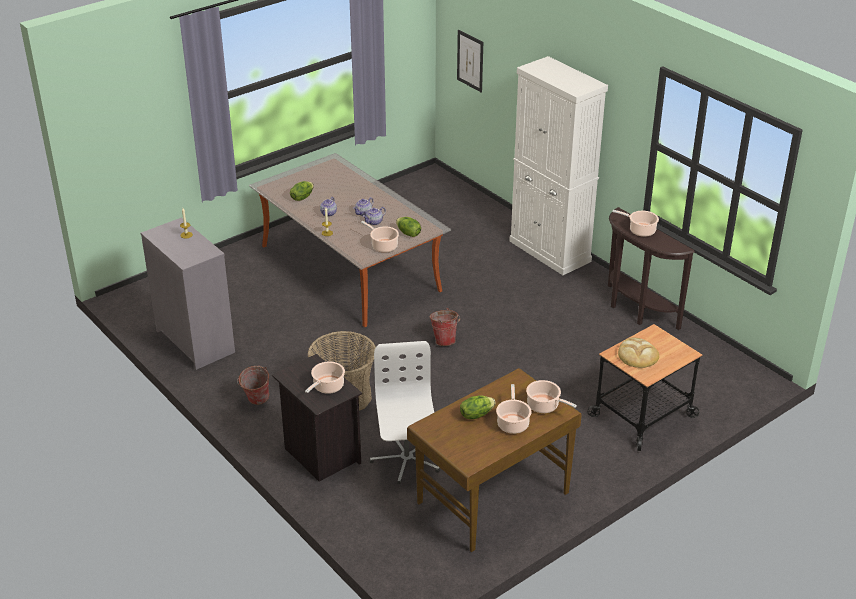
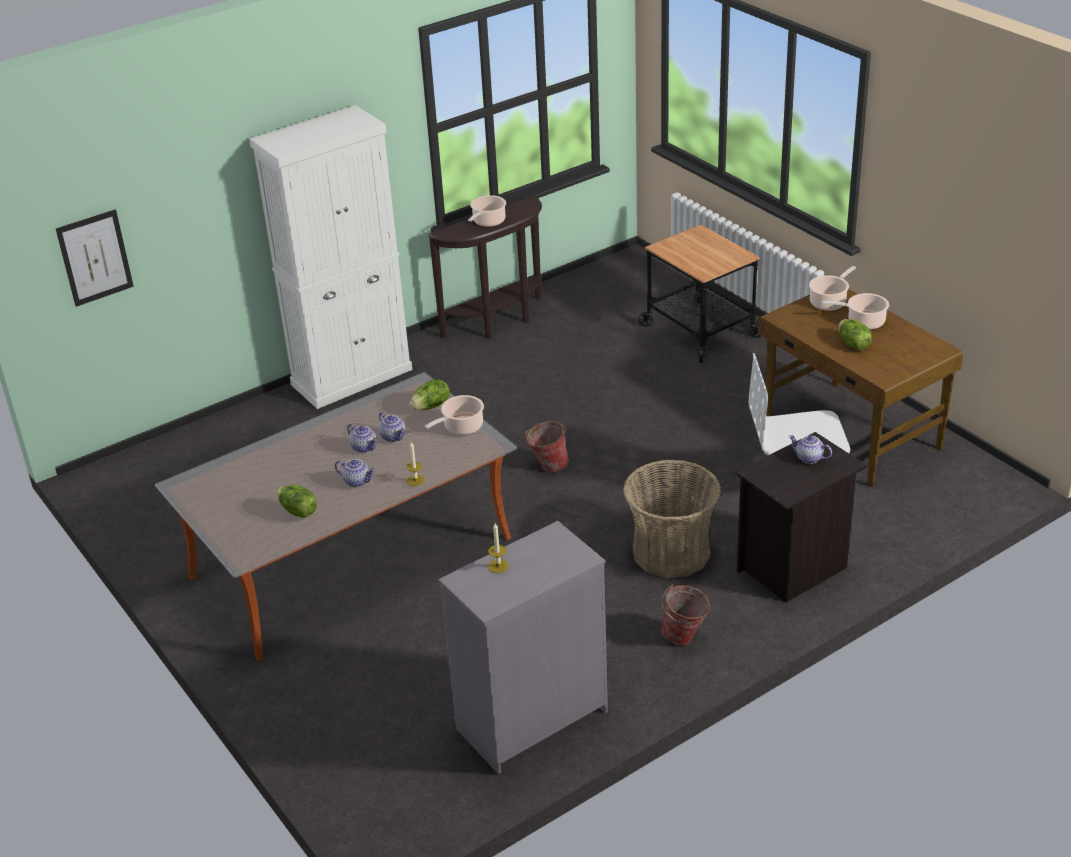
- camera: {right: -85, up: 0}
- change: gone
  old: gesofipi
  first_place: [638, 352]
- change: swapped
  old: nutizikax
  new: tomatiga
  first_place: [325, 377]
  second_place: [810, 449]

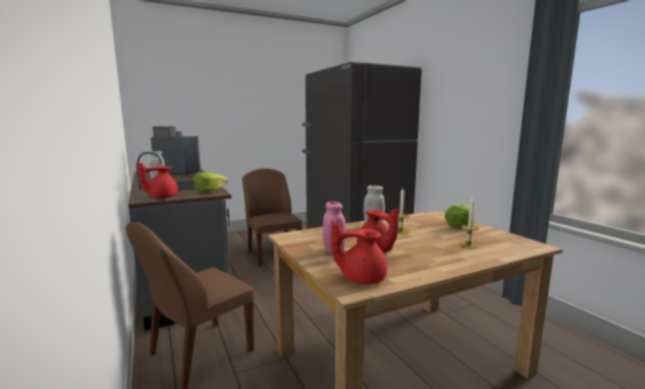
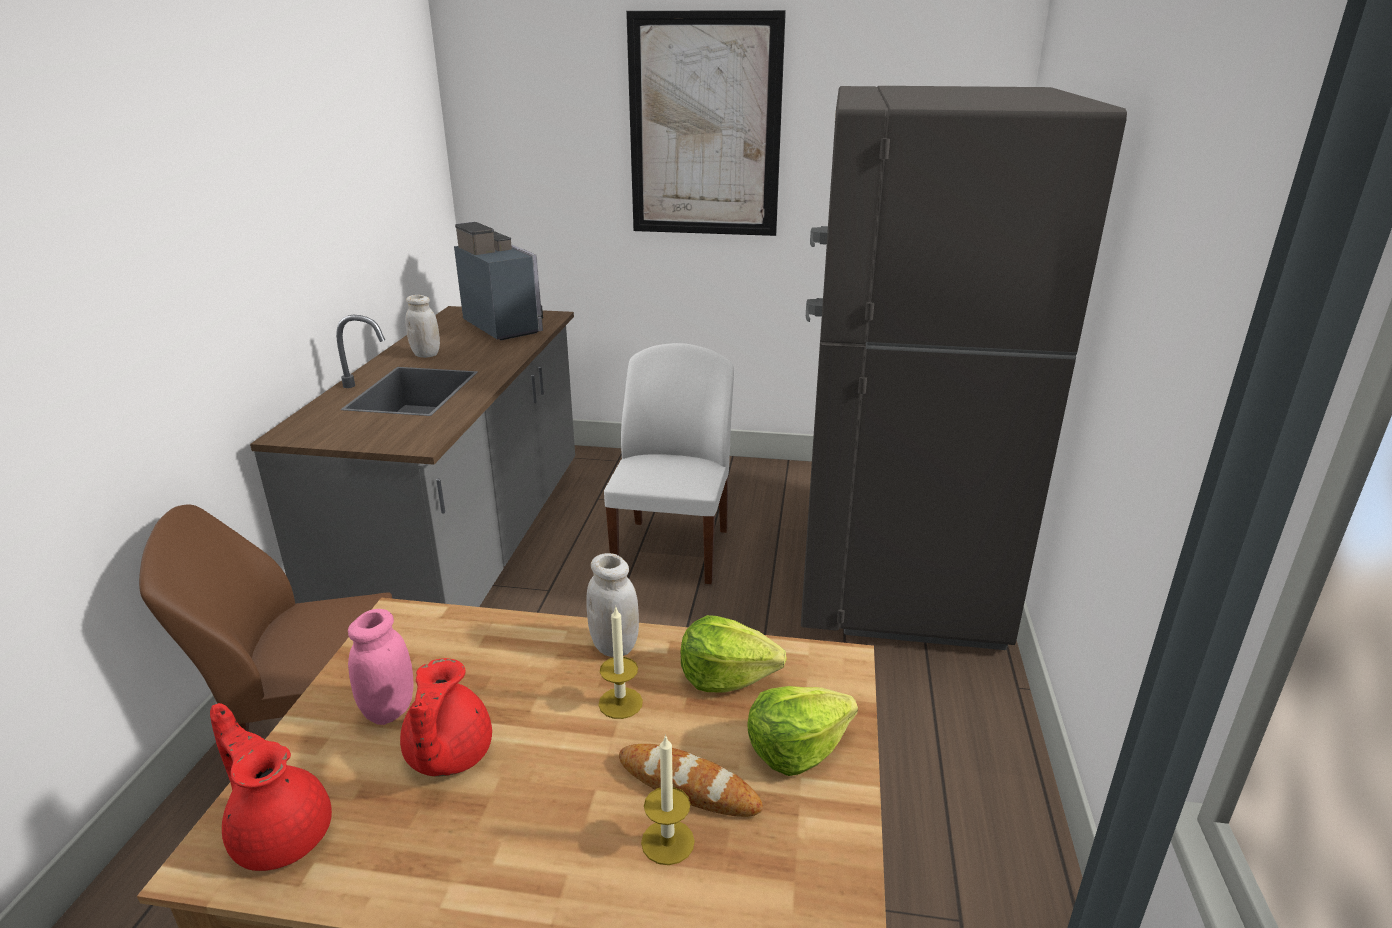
- camera: {right: 35, up: 15}
- change: gone
  old: red tomatiga
  first_place: [158, 180]
- change: repainted
  old: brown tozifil
  new: white tozifil
  first_place: [272, 217]
  second_place: [669, 463]
- change: shifted
  old: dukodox
  first_place: [210, 182]
  second_place: [734, 653]
- change: new
  new: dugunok
  second_place: [706, 123]
- change: new
  new: gesofipi
  second_place: [691, 780]

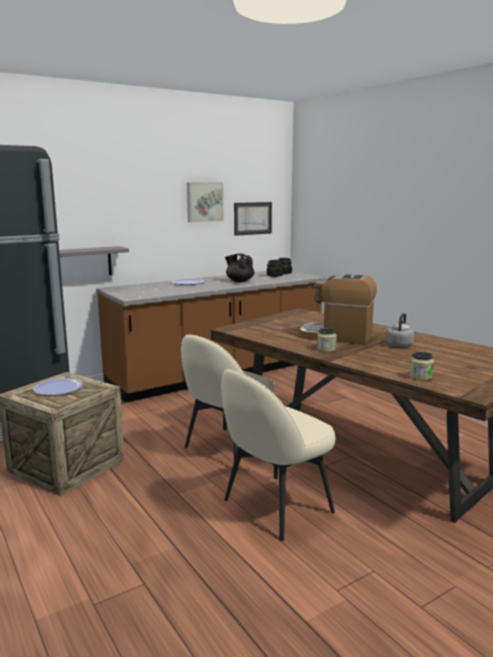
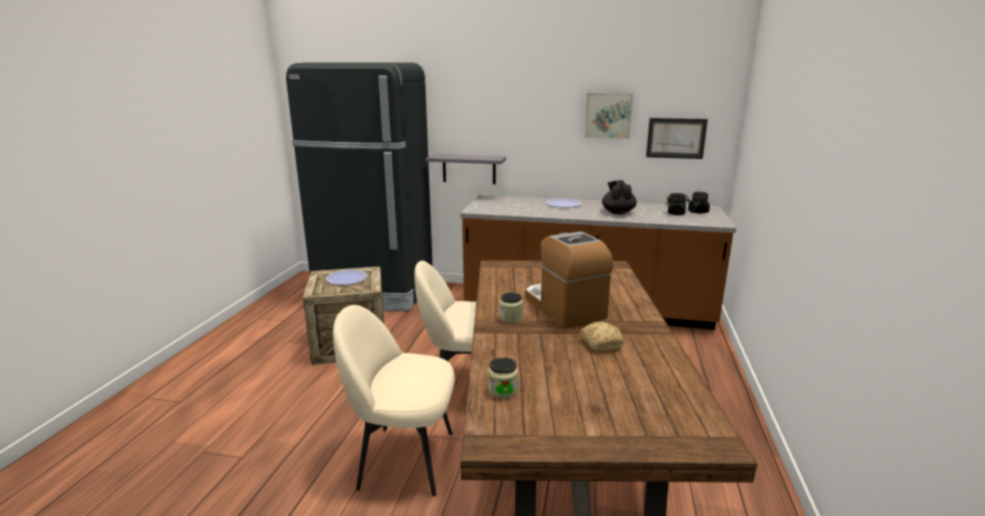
- camera: {right: 45, up: 5}
- change: swapped
  old: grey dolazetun
  new: gesofipi
  first_place: [400, 330]
  second_place: [602, 337]

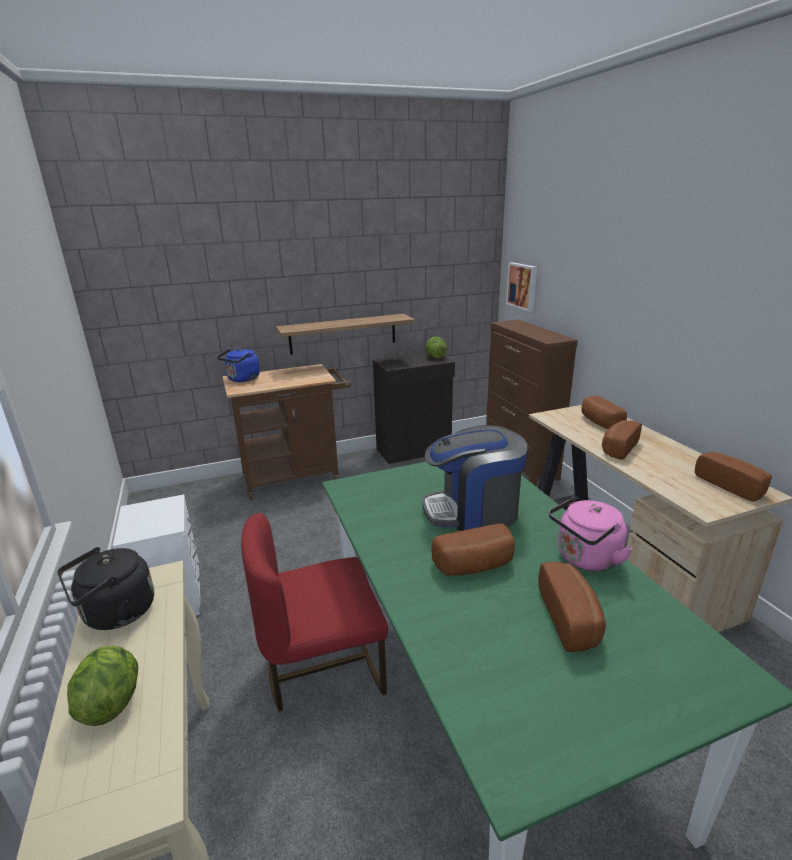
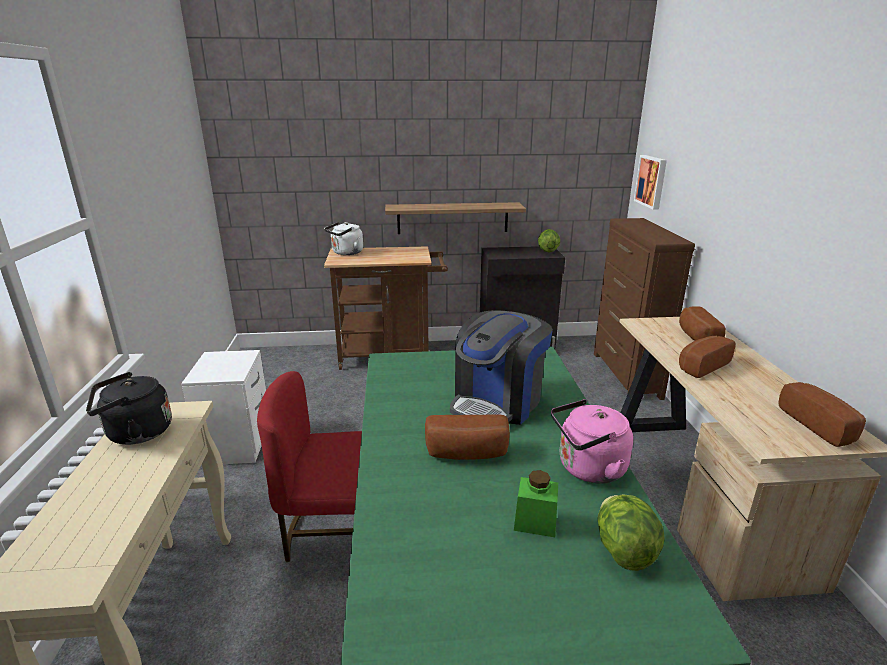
- camera: {right: 15, up: 0}
- change: repainted
  old: blue dolazetun
  new: white dolazetun
  first_place: [238, 365]
  second_place: [343, 238]
- change: rotated
  old: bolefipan
  first_place: [474, 478]
  second_place: [501, 367]
  degrees: -60
- change: swapped
  old: gesofipi
  new: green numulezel
  first_place: [572, 607]
  second_place: [536, 503]
- change: shifted
  old: dukodox
  first_place: [102, 685]
  second_place: [631, 532]

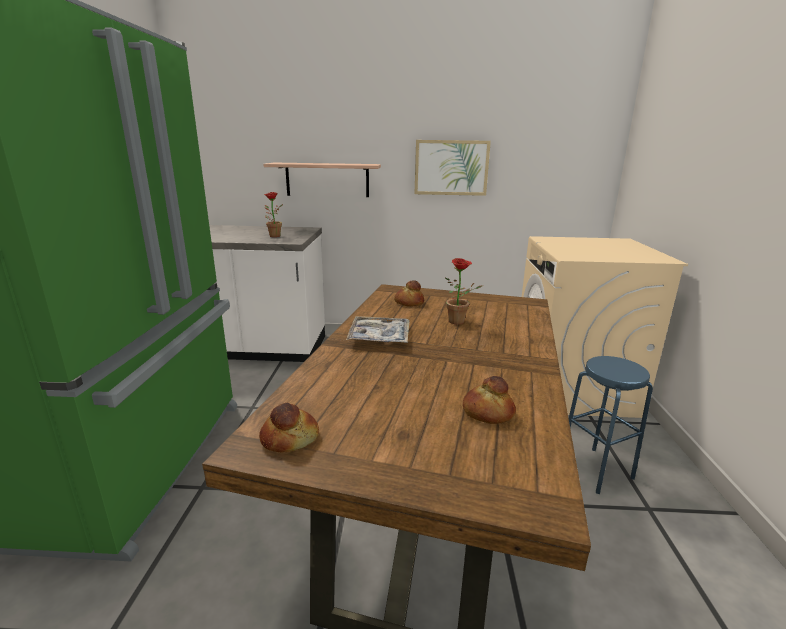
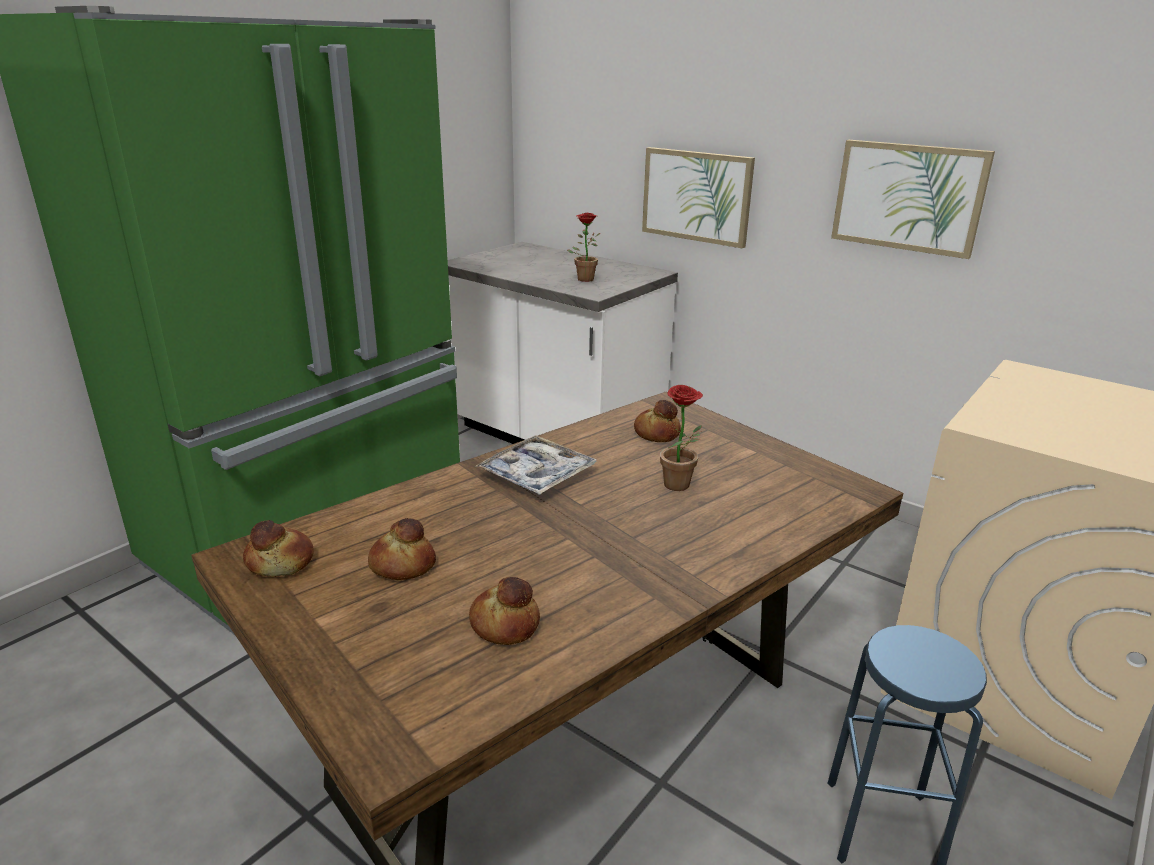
- camera: {right: 35, up: 5}
- change: swapped
  old: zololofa
  new: dugunok
  first_place: [322, 180]
  second_place: [698, 197]
- change: new
  new: gesofipi
  second_place: [402, 549]

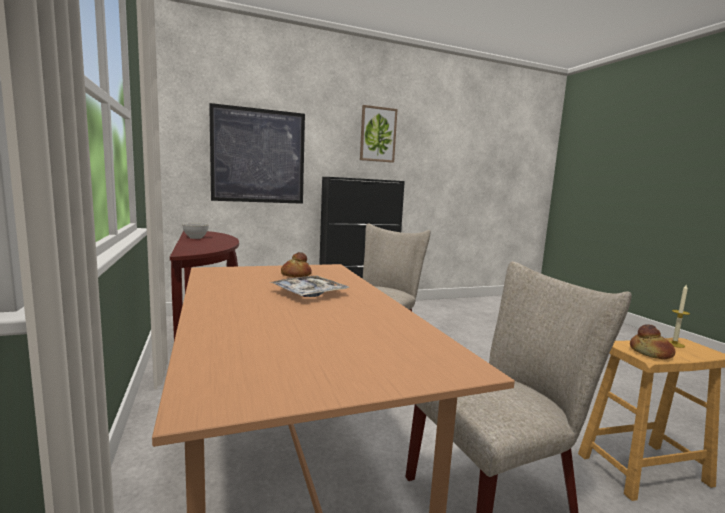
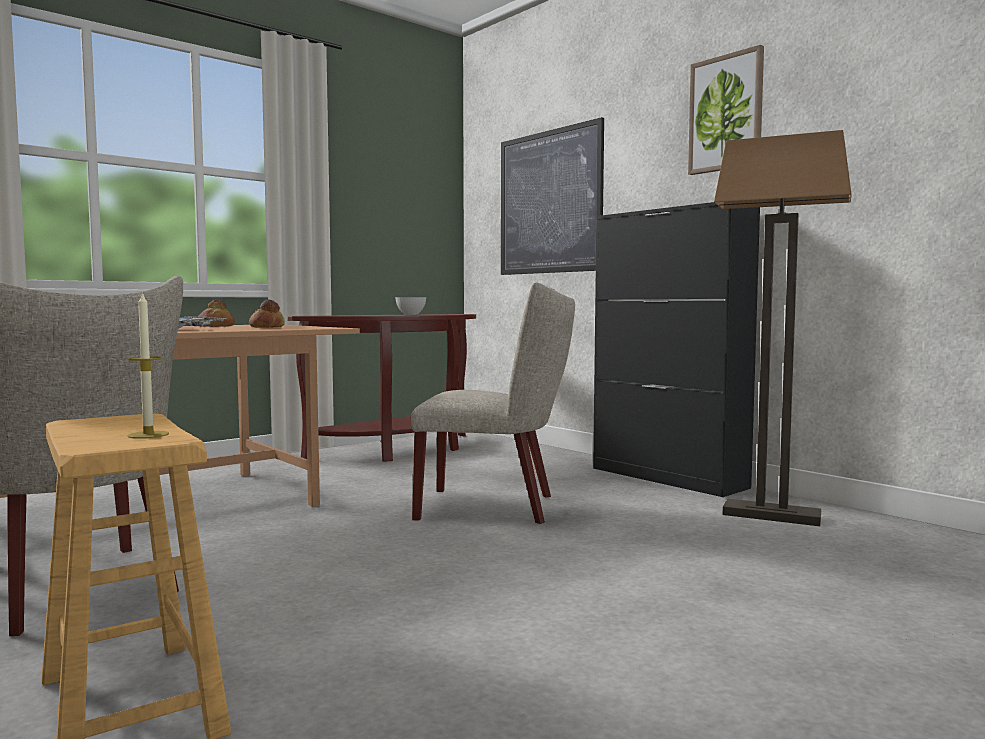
- camera: {right: 70, up: -5}
- change: shifted
  old: gesofipi
  first_place: [652, 341]
  second_place: [217, 313]
- change: new
  new: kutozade
  second_place: [783, 328]

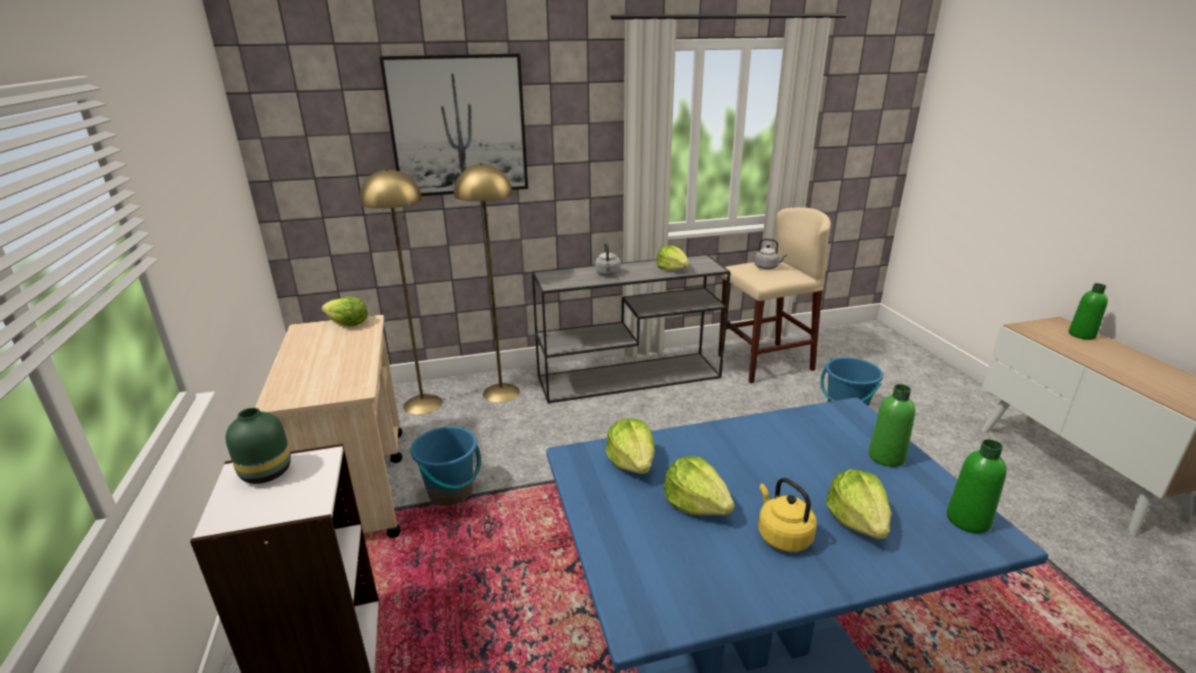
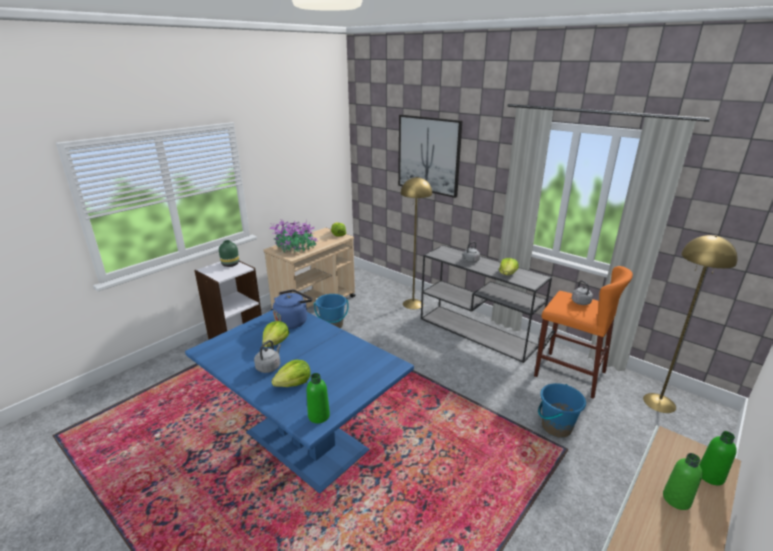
- camera: {right: 55, up: 0}
- change: shifted
  old: yellow kutozade
  first_place: [400, 291]
  second_place: [690, 324]
- change: repainted
  old: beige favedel
  new: orange favedel
  first_place: [774, 295]
  second_place: [583, 332]
- change: shifted
  old: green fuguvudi
  first_place: [892, 425]
  second_place: [682, 481]
- change: swapped
  old: dukodox
  new: blue dolazetun
  first_place: [630, 446]
  second_place: [292, 309]
- change: repainted
  old: yellow dolazetun
  new: grey dolazetun
  first_place: [787, 515]
  second_place: [267, 356]
- change: new
  new: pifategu
  second_place: [293, 236]

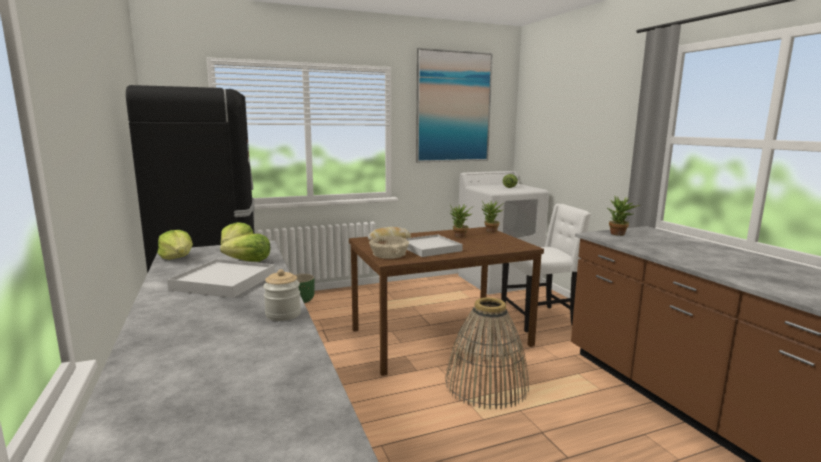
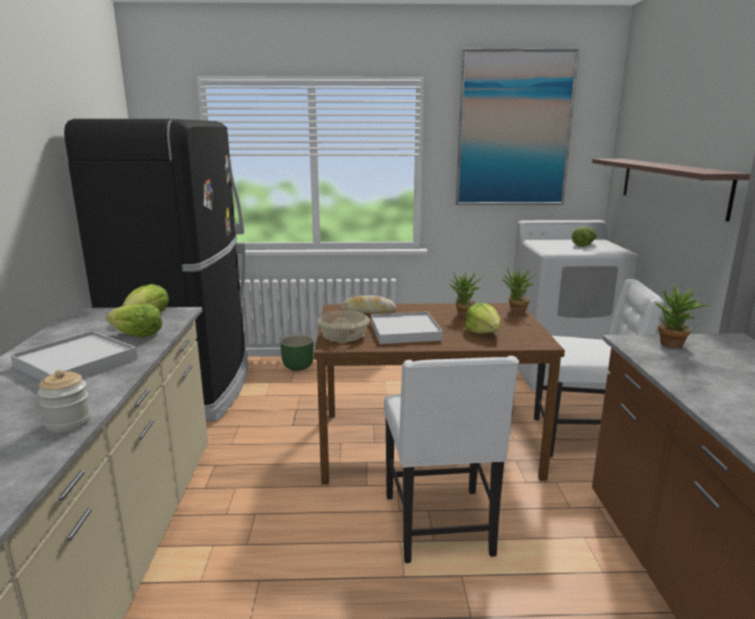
- camera: {right: 20, up: 5}
- change: shifted
  old: dukodox
  first_place: [175, 245]
  second_place: [483, 318]
- change: swapped
  old: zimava
  new: white tozifil
  first_place: [487, 353]
  second_place: [451, 459]
- change: new
  new: zololofa
  second_place: [671, 190]

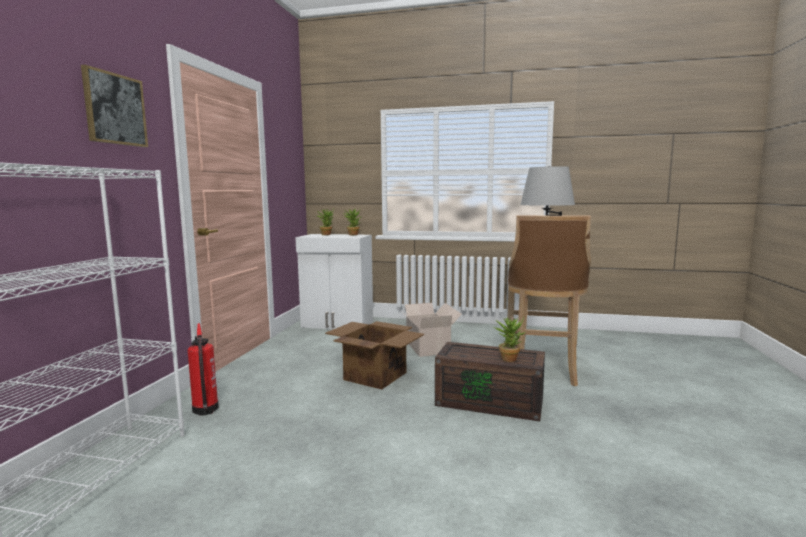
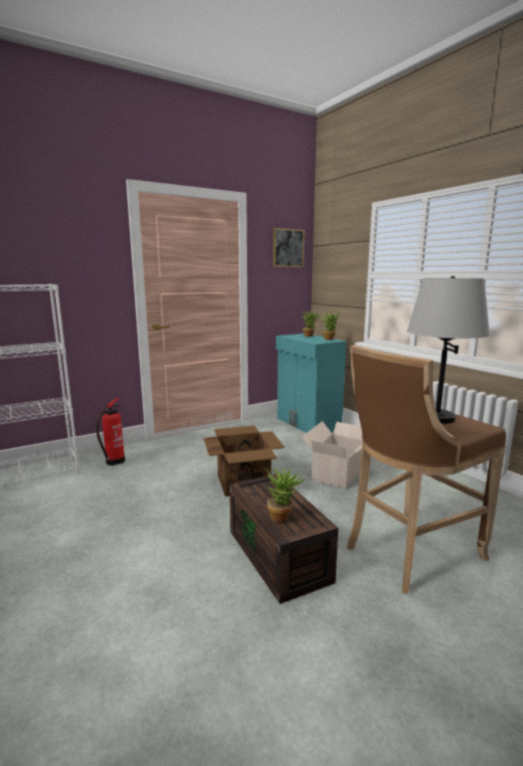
- camera: {right: 45, up: 5}
- change: shifted
  old: dugunok
  first_place: [114, 106]
  second_place: [288, 247]
- change: repainted
  old: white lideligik
  new: turquoise lideligik
  first_place: [334, 282]
  second_place: [311, 383]

